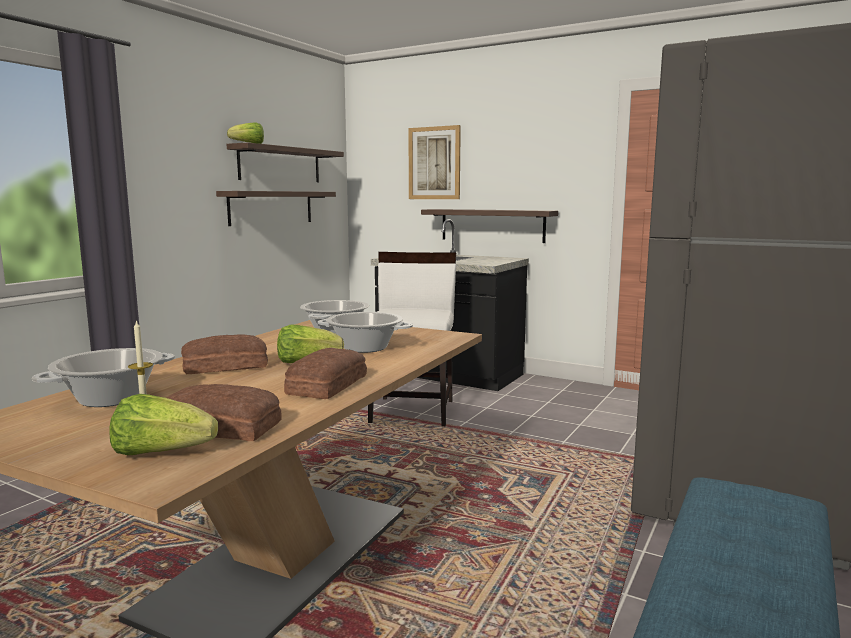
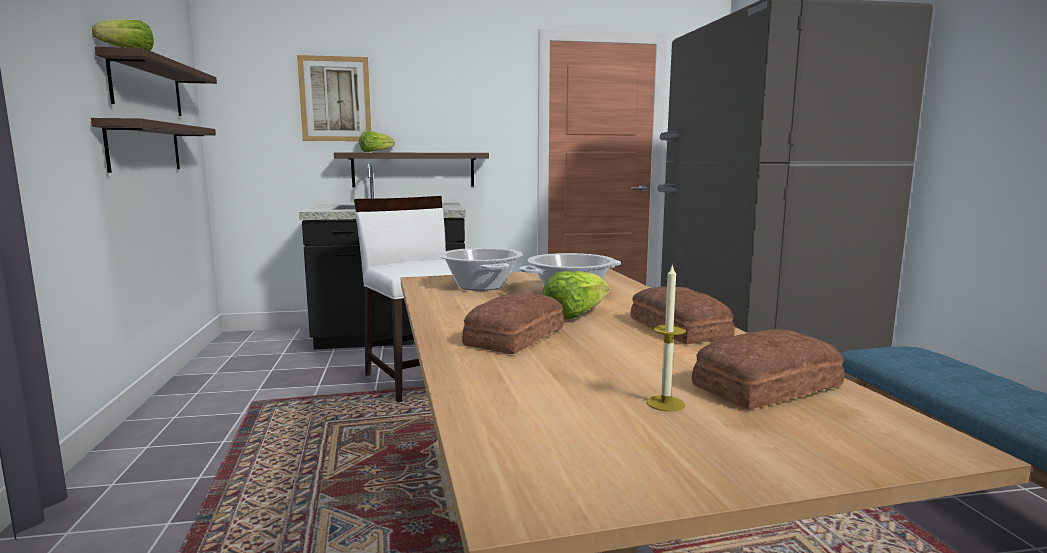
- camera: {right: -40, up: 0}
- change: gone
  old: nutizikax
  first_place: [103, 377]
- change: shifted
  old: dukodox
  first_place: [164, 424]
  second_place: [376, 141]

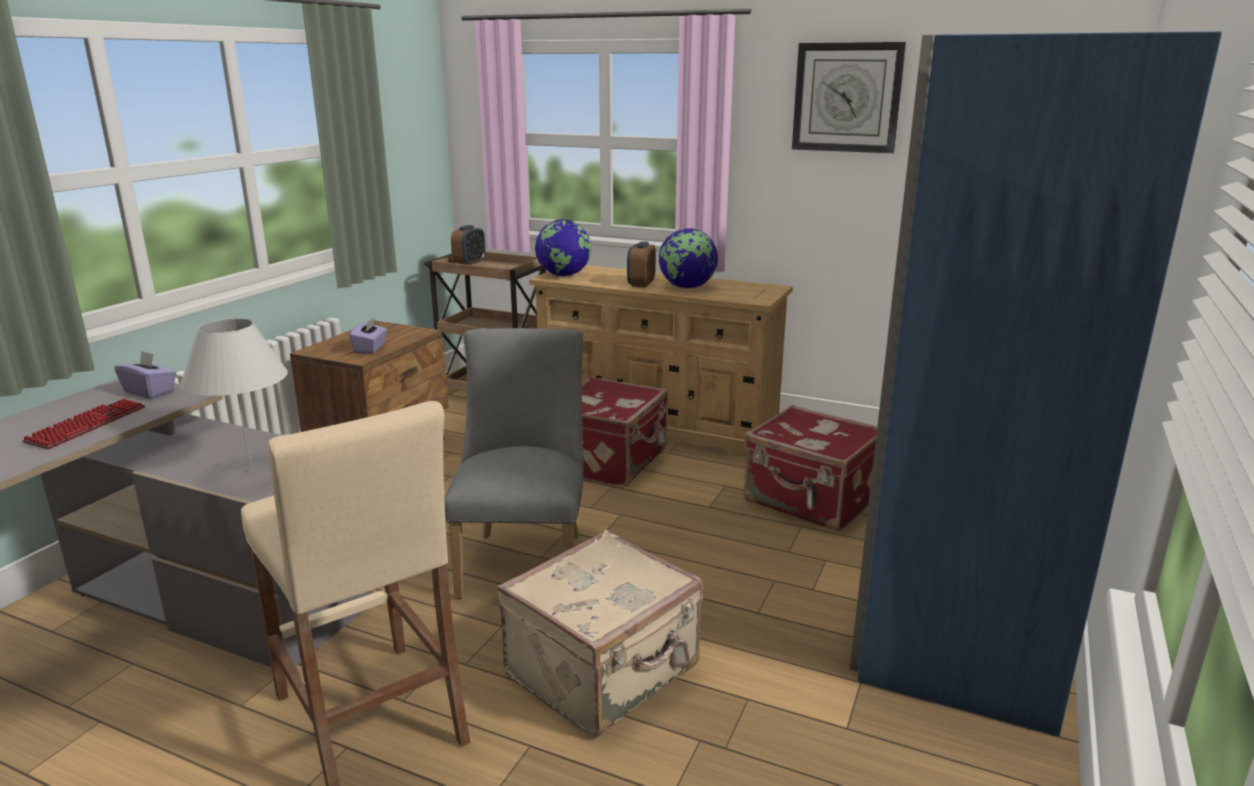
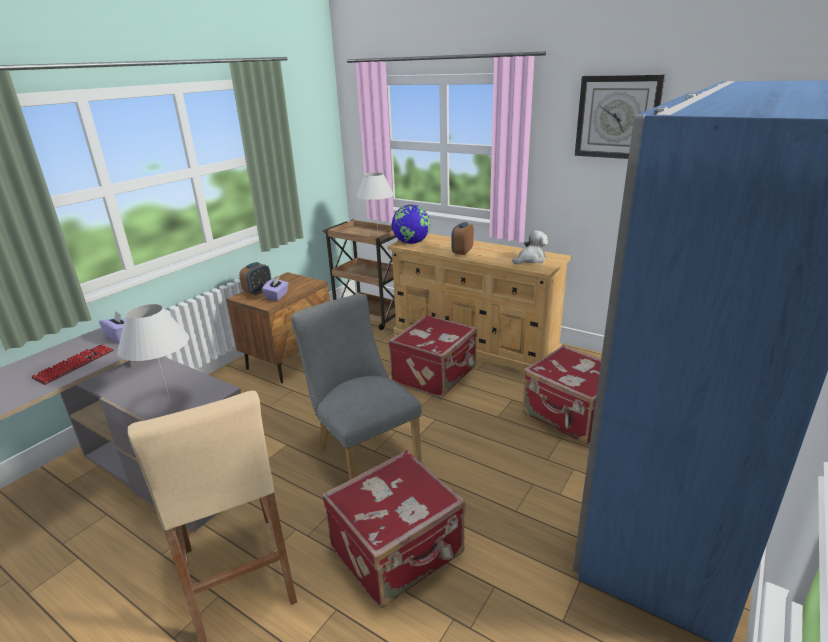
- camera: {right: 10, up: 5}
- change: shifted
  old: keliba
  first_place: [468, 245]
  second_place: [255, 279]
- change: gone
  old: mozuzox
  first_place: [688, 258]
- change: rotated
  old: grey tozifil
  first_place: [514, 464]
  second_place: [356, 387]
  degrees: -45
- change: repainted
  old: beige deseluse
  new: red deseluse
  first_place: [600, 633]
  second_place: [394, 529]
- change: new
  new: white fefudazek
  second_place: [375, 201]
- change: new
  new: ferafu
  second_place: [530, 247]

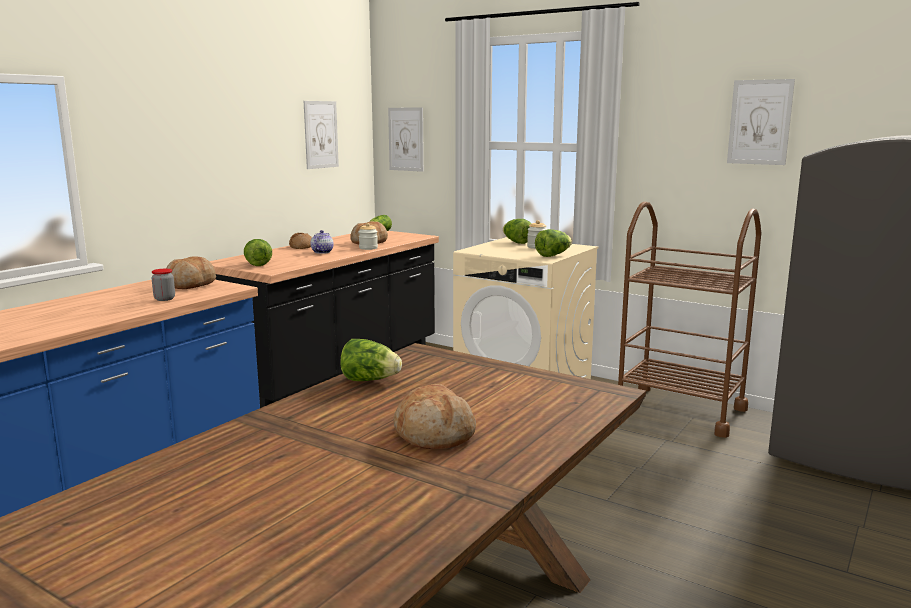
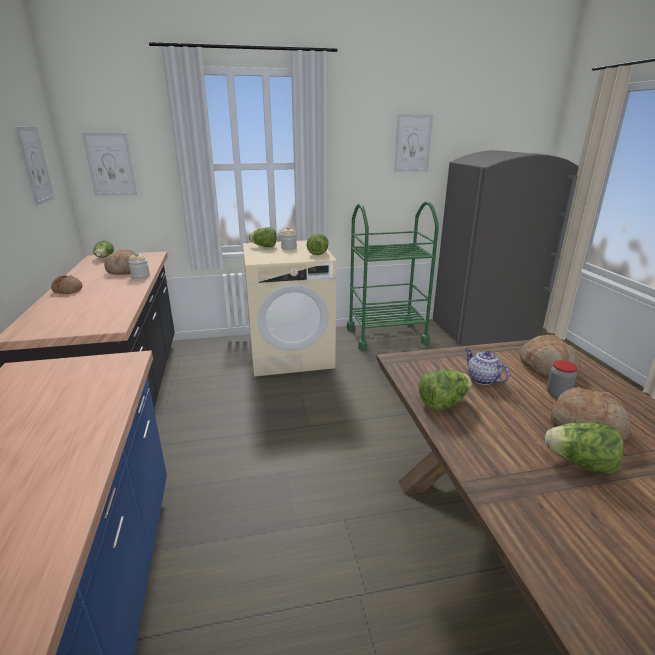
- camera: {right: -45, up: 10}
- change: repainted
  old: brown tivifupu
  new: green tivifupu
  first_place: [690, 320]
  second_place: [393, 275]
- change: shifted
  old: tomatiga
  first_place: [322, 242]
  second_place: [487, 366]
- change: shifted
  old: dukodox
  first_place: [258, 252]
  second_place: [584, 448]
- change: shifted
  old: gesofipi
  first_place: [191, 272]
  second_place: [550, 356]
- change: shifted
  old: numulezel
  first_place: [163, 285]
  second_place: [562, 379]

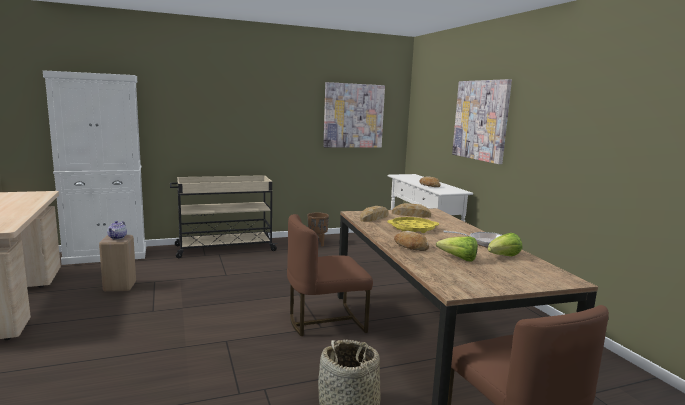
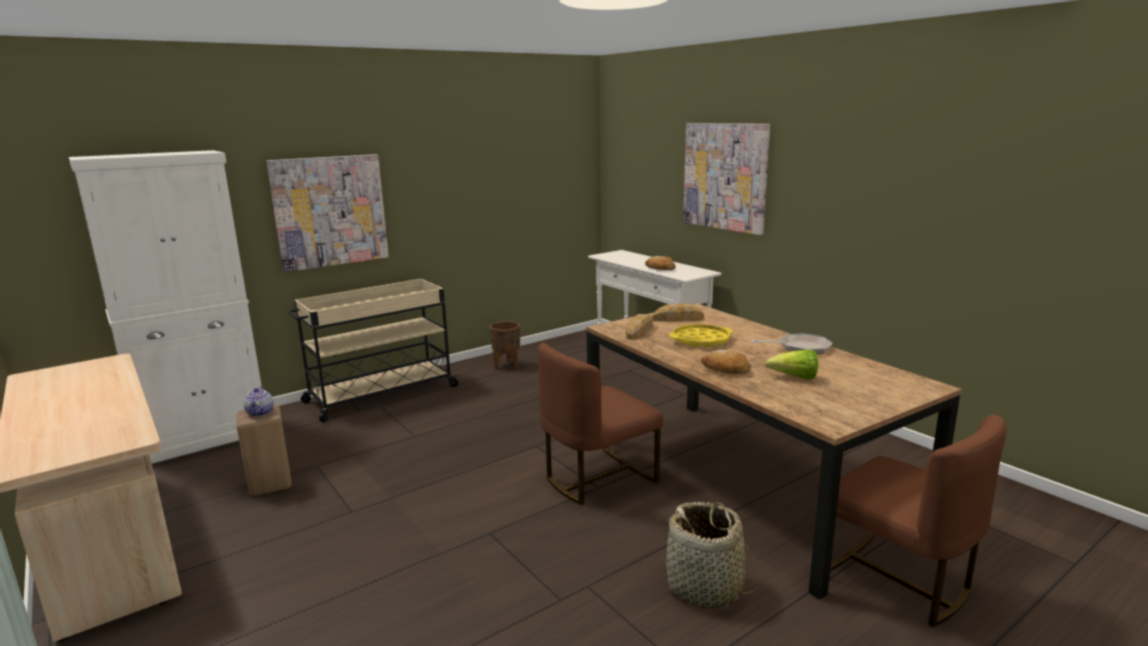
- camera: {right: -15, up: 5}
- change: shifted
  old: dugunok
  first_place: [354, 114]
  second_place: [328, 213]
- change: gone
  old: dukodox
  first_place: [505, 244]

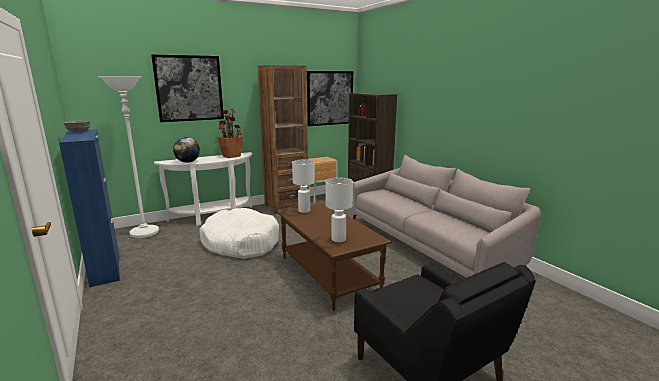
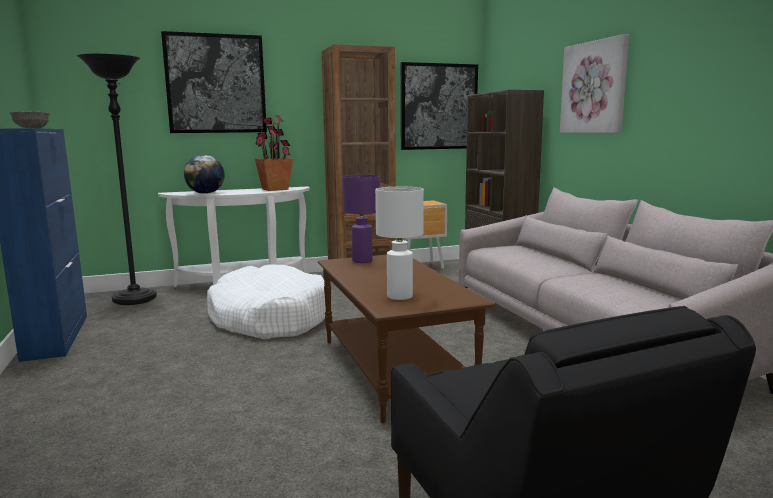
- camera: {right: 10, up: -5}
- change: repainted
  old: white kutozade
  new: black kutozade
  first_place: [128, 157]
  second_place: [116, 179]
- change: repainted
  old: white fefudazek
  new: purple fefudazek
  first_place: [303, 186]
  second_place: [361, 219]
- change: new
  new: dugunok
  second_place: [594, 83]

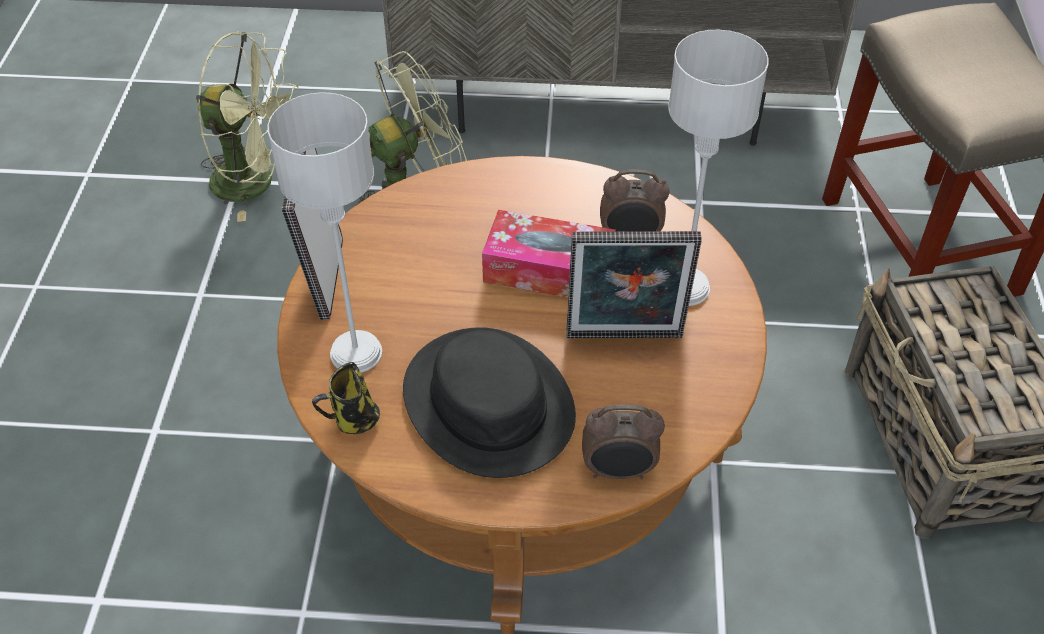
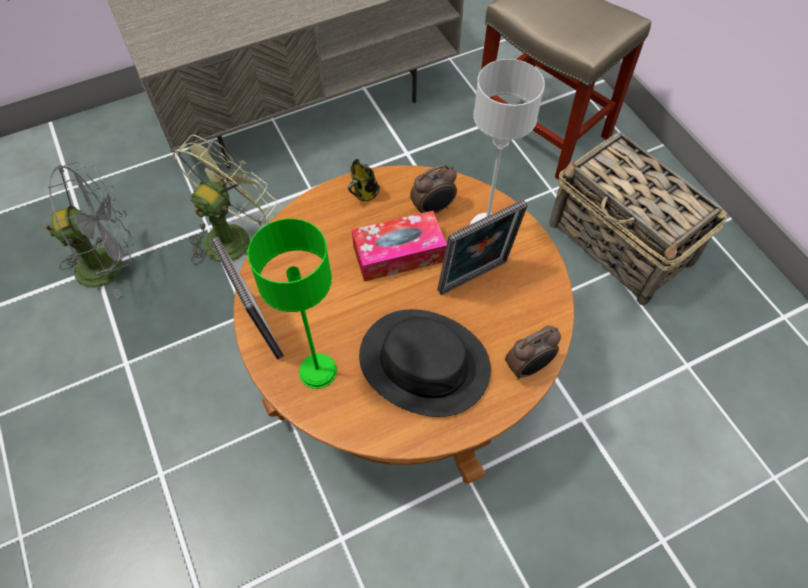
- camera: {right: -30, up: 10}
- change: repainted
  old: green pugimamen
  new: grey pugimamen
  first_place: [247, 126]
  second_place: [89, 230]
- change: repainted
  old: grey fefudazek
  new: green fefudazek
  first_place: [325, 232]
  second_place: [292, 304]
- change: shifted
  old: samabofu
  first_place: [346, 398]
  second_place: [364, 180]

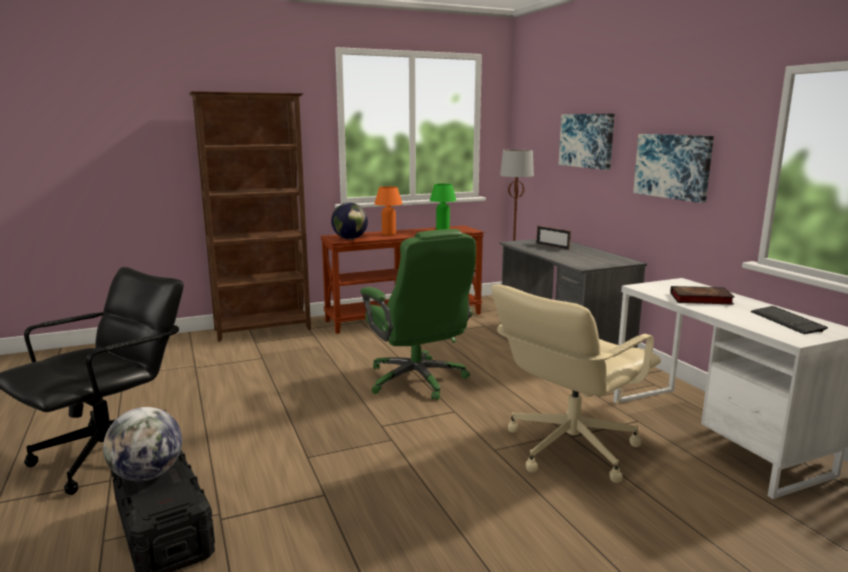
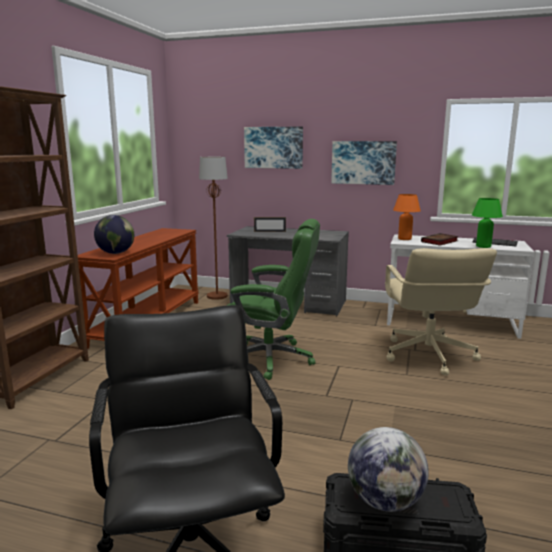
- camera: {right: -50, up: 0}
- change: shifted
  old: green fefudazek
  first_place: [443, 207]
  second_place: [487, 223]
- change: shifted
  old: orange fefudazek
  first_place: [388, 210]
  second_place: [407, 217]

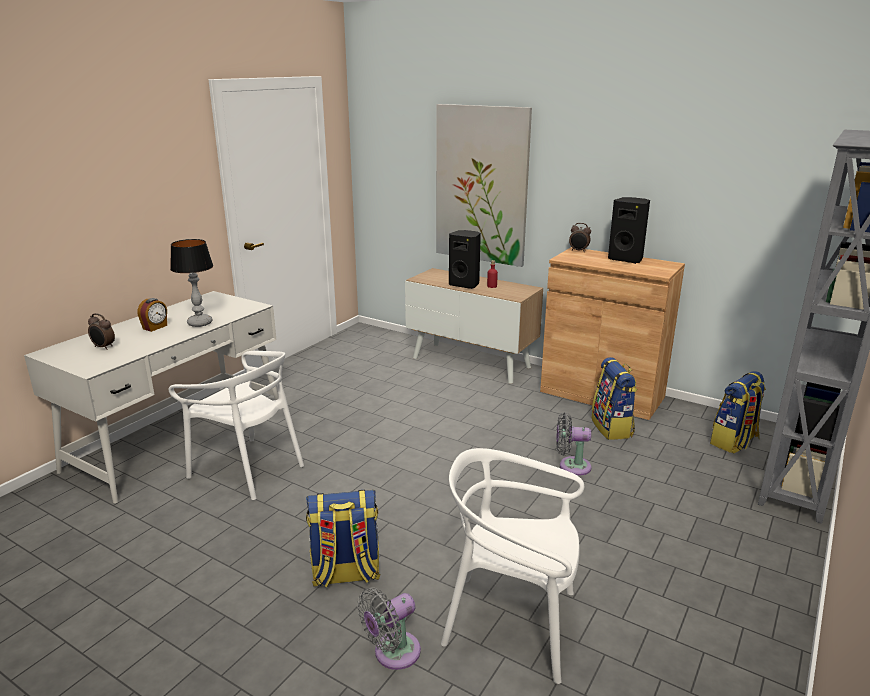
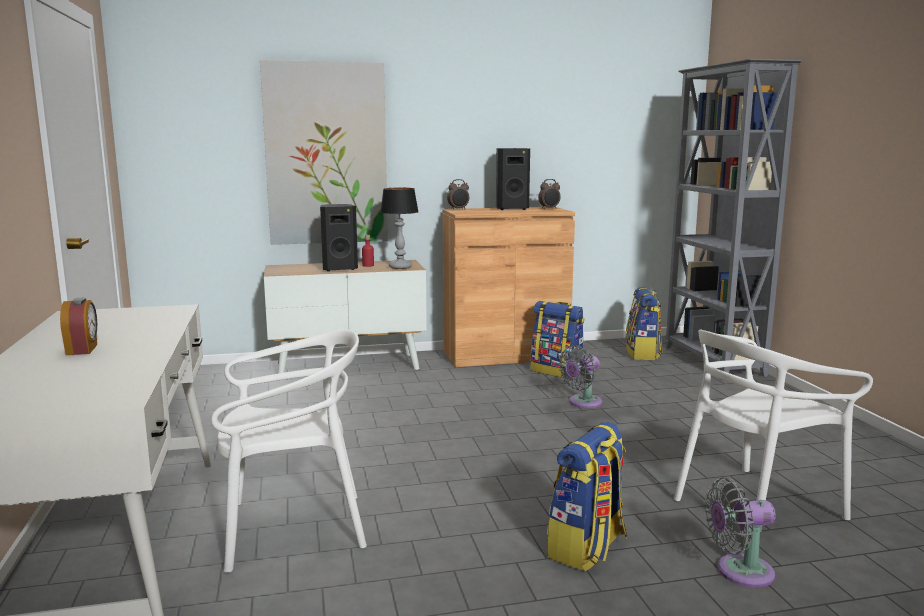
- camera: {right: -45, up: -10}
- change: shifted
  old: fefudazek
  first_place: [191, 283]
  second_place: [399, 228]
- change: shifted
  old: keliba
  first_place: [101, 331]
  second_place: [549, 194]
- change: rotated
  old: grey pugimamen
  first_place: [389, 628]
  second_place: [740, 533]
  degrees: 75

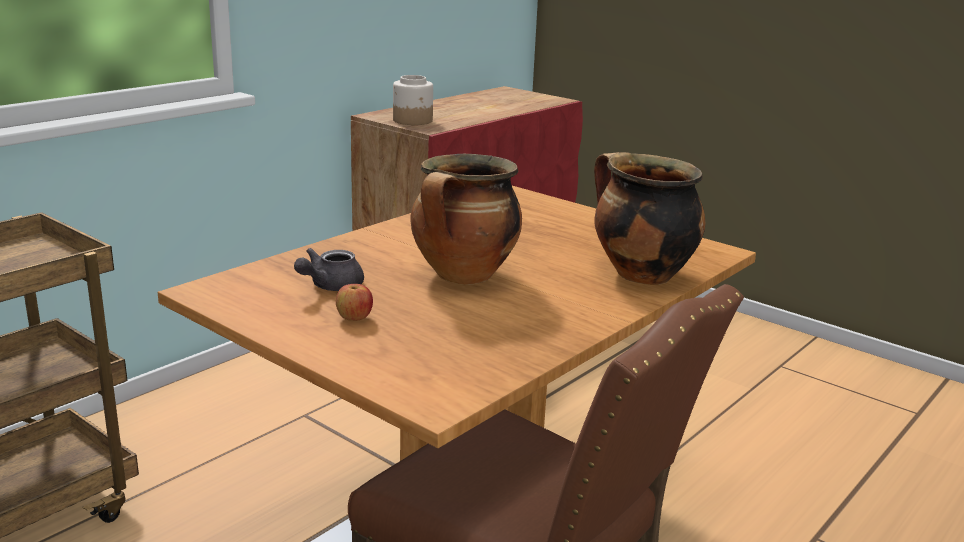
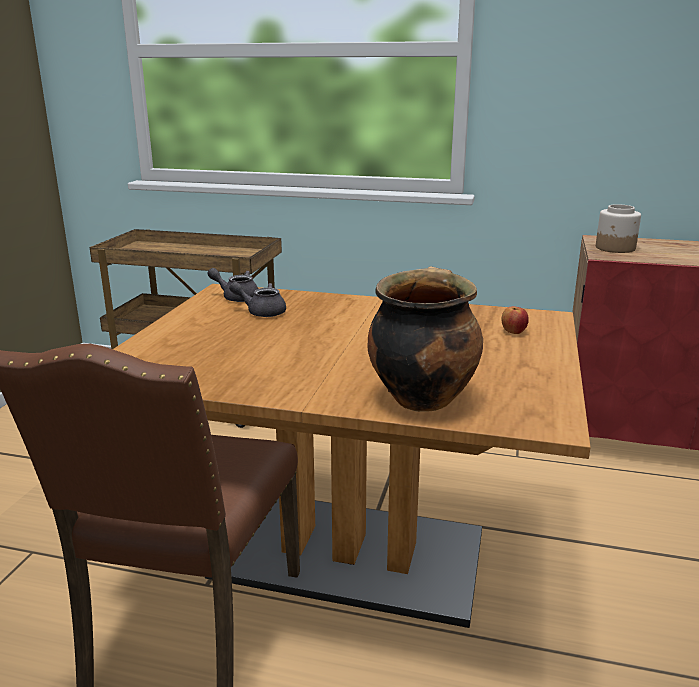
- camera: {right: 65, up: 0}
- change: gone
  old: nutizikax
  first_place: [466, 219]
- change: shifted
  old: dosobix
  first_place: [354, 302]
  second_place: [515, 320]
- change: new
  new: grey tomatiga
  second_place: [232, 285]

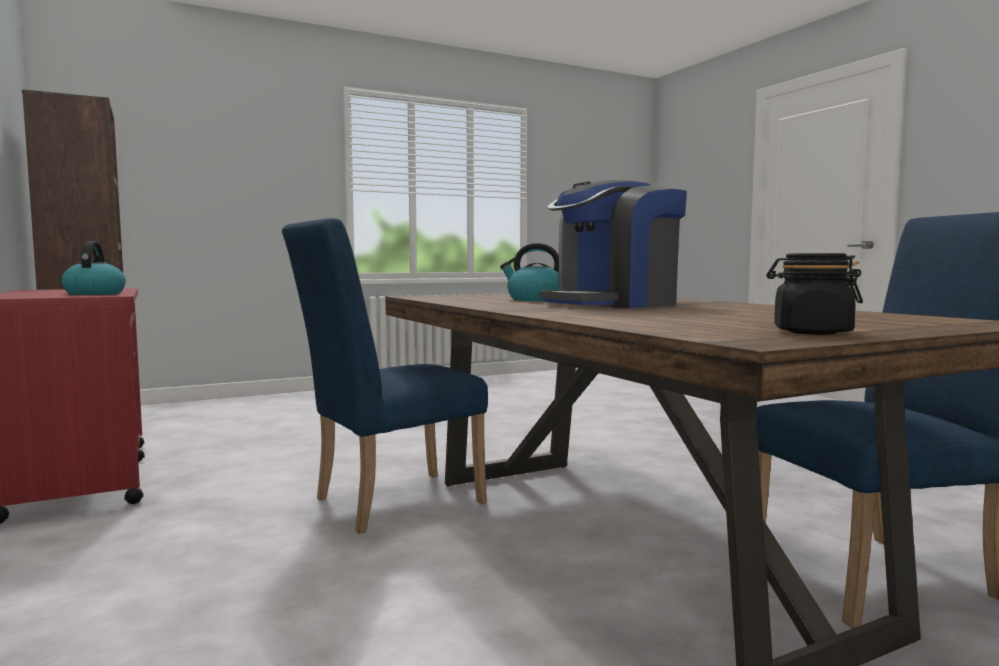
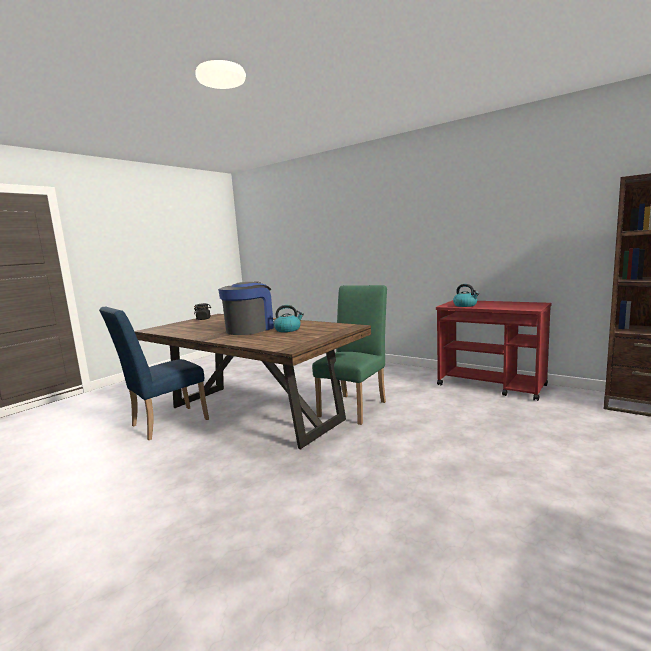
- camera: {right: 155, up: 5}
- change: repainted
  old: blue tozifil
  new: green tozifil
  first_place: [385, 376]
  second_place: [349, 355]

